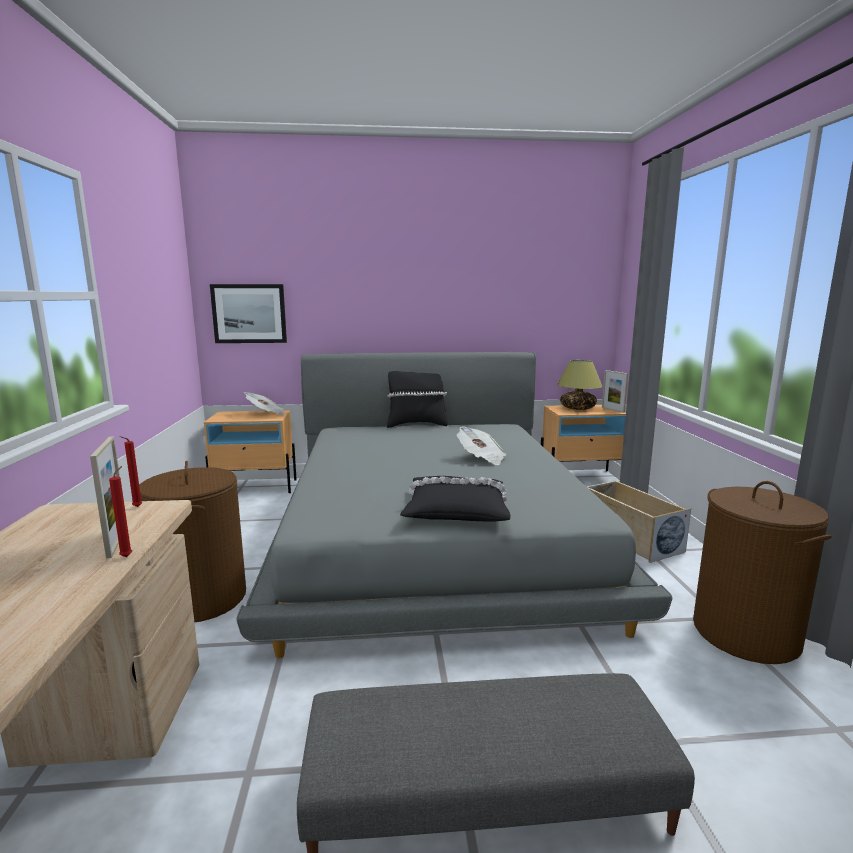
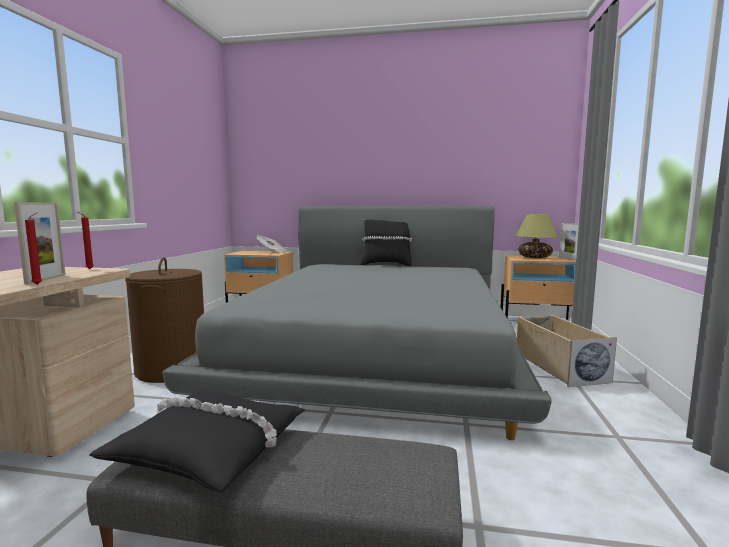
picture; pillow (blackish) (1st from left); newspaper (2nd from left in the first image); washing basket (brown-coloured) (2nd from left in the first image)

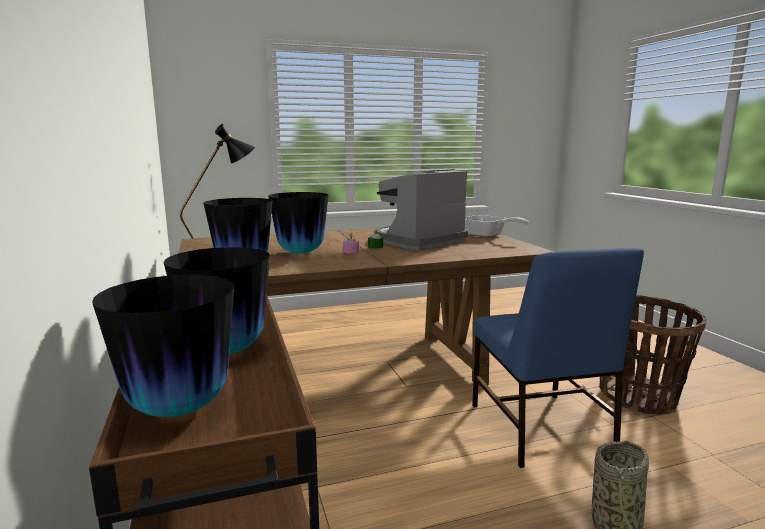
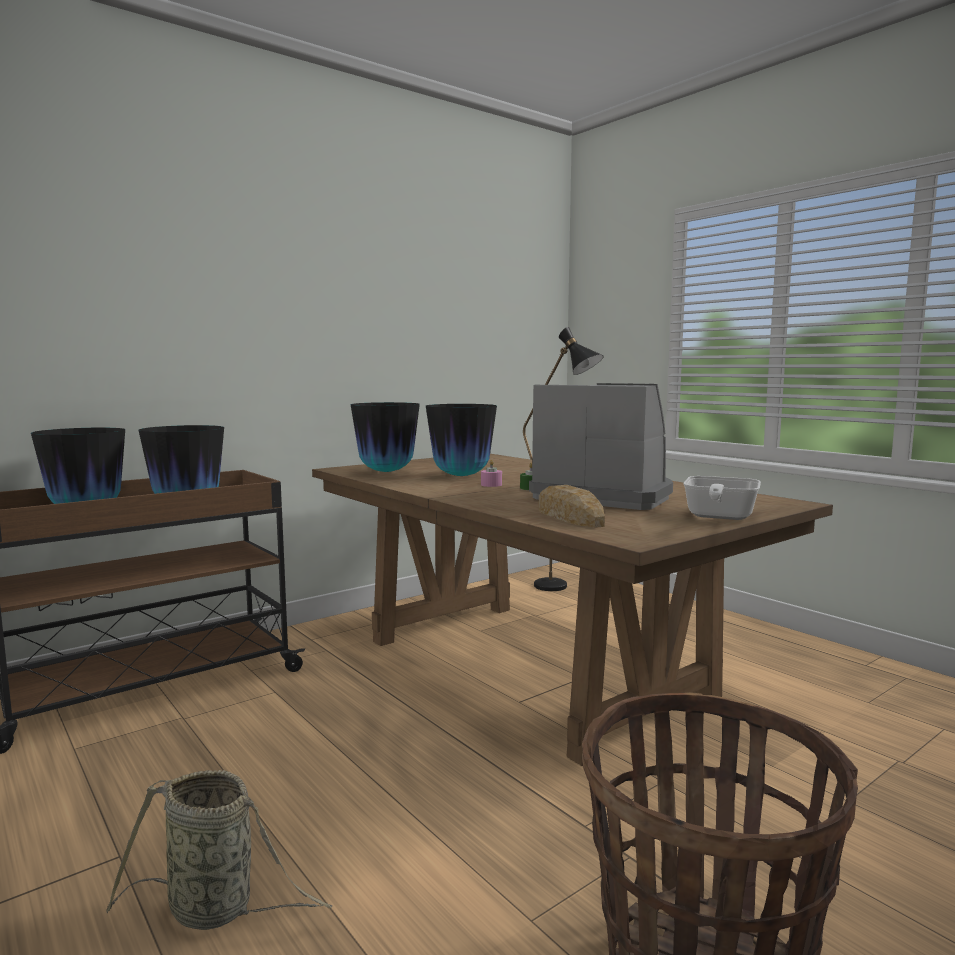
chair (blue-coloured); bakery bread

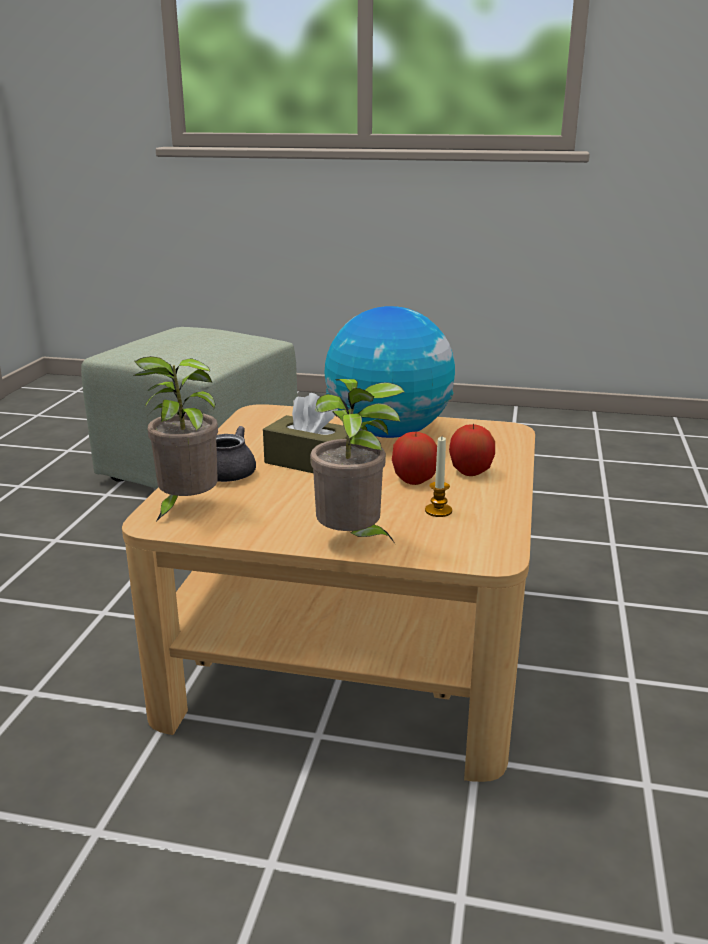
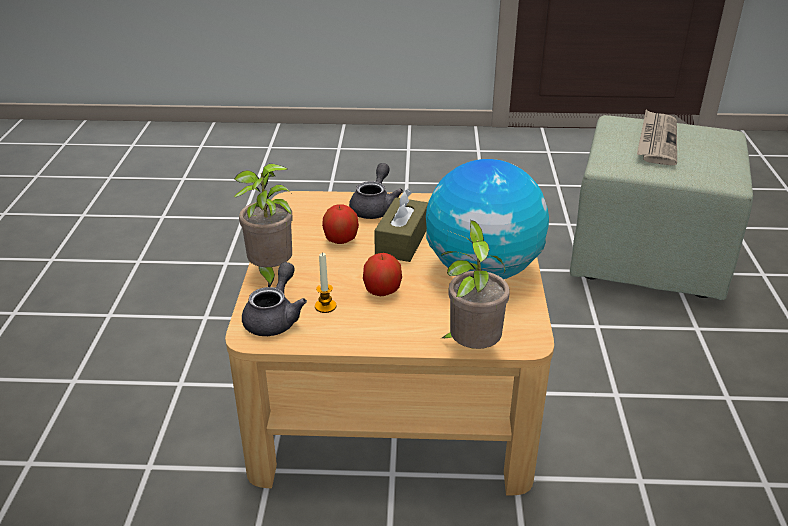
houseplant (2nd from left); whole apple (1st from left); pot for tea (greyish) (1st from left); newspaper

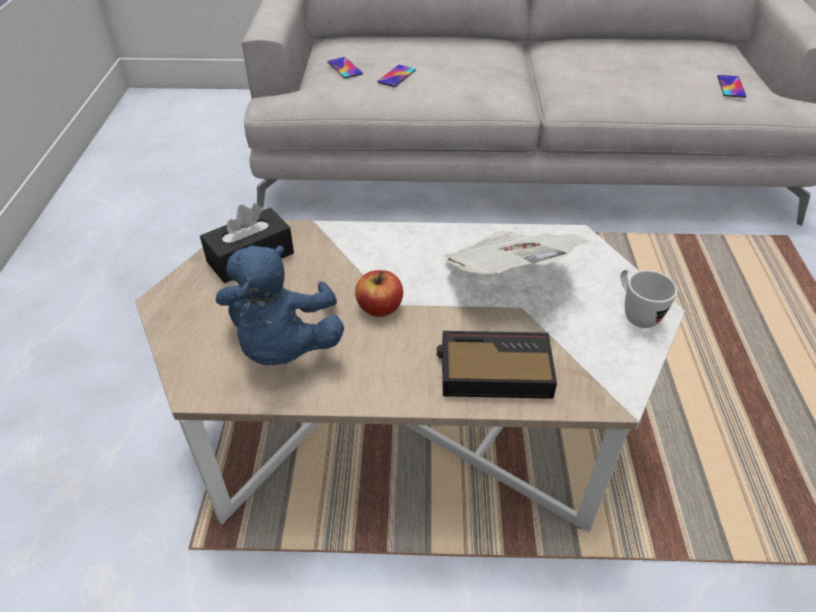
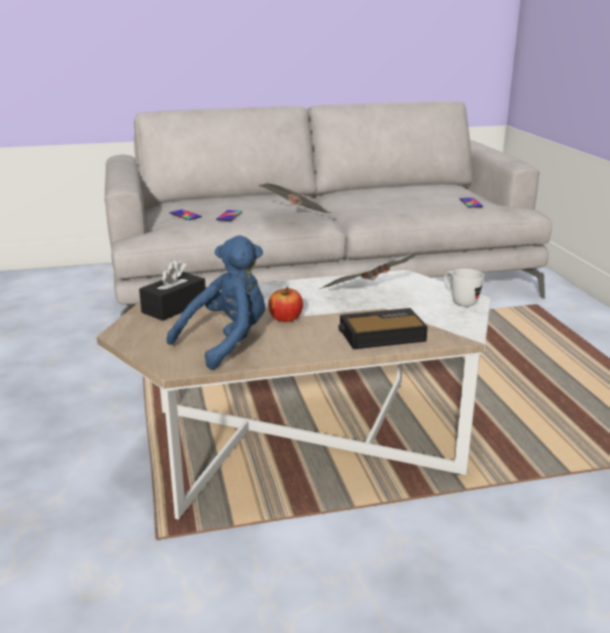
cuddly toy (blue-coloured); newspaper (1st from left)

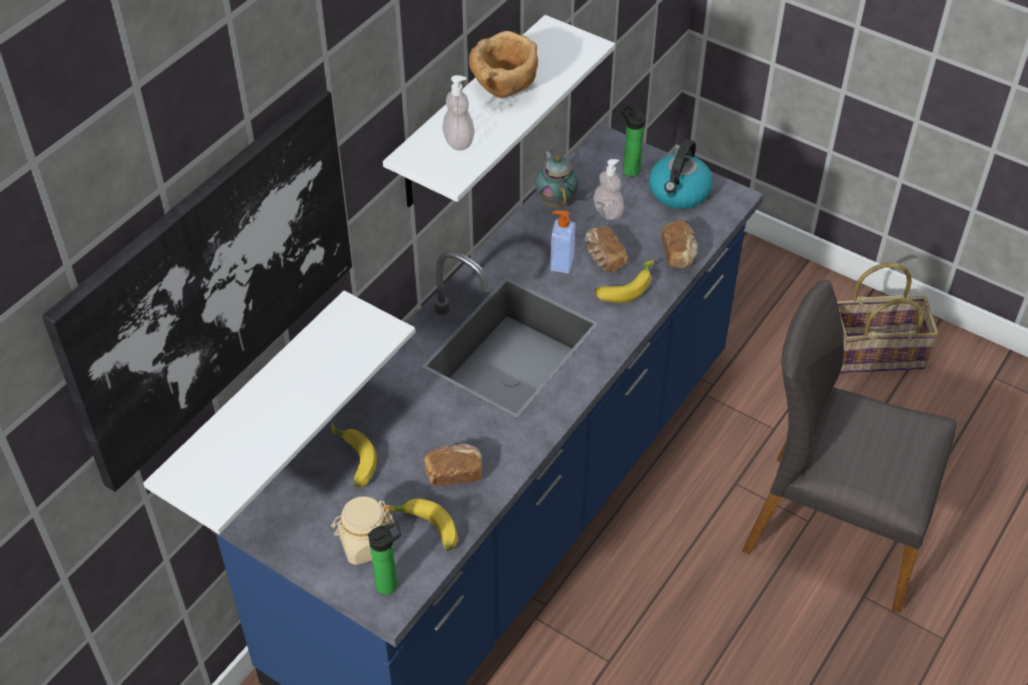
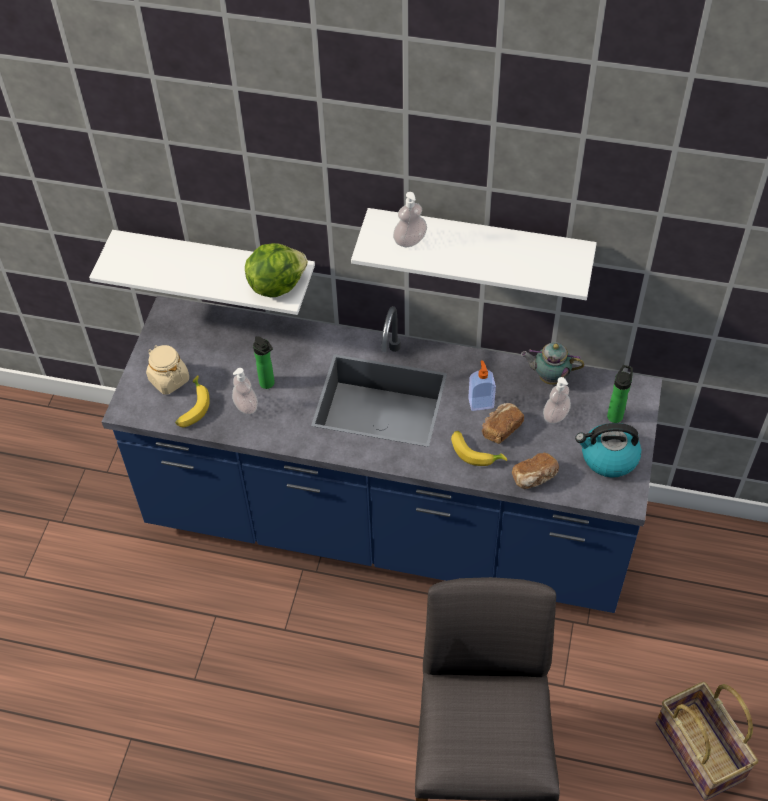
picture; banana fruit (1st from left in the first image); bottle (1st from left); soap dispenser (1st from left); bowl (brown-coloured); pot for tea; lettuce head

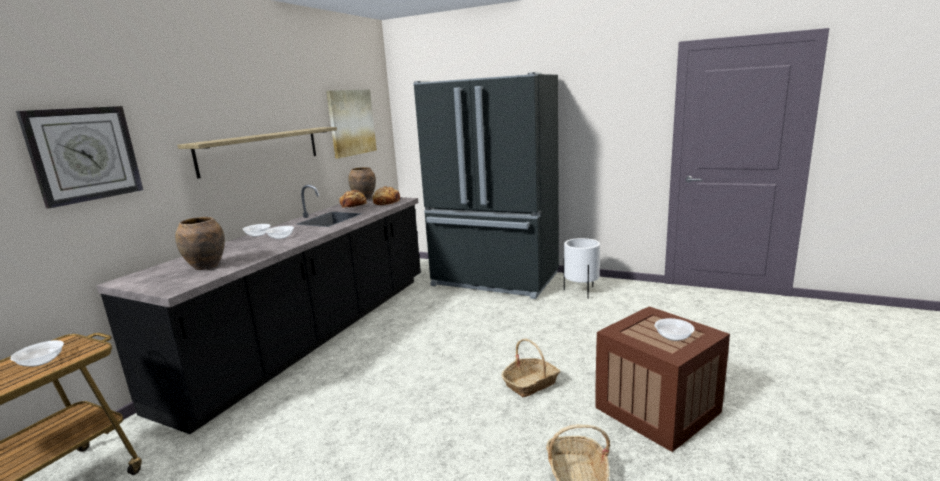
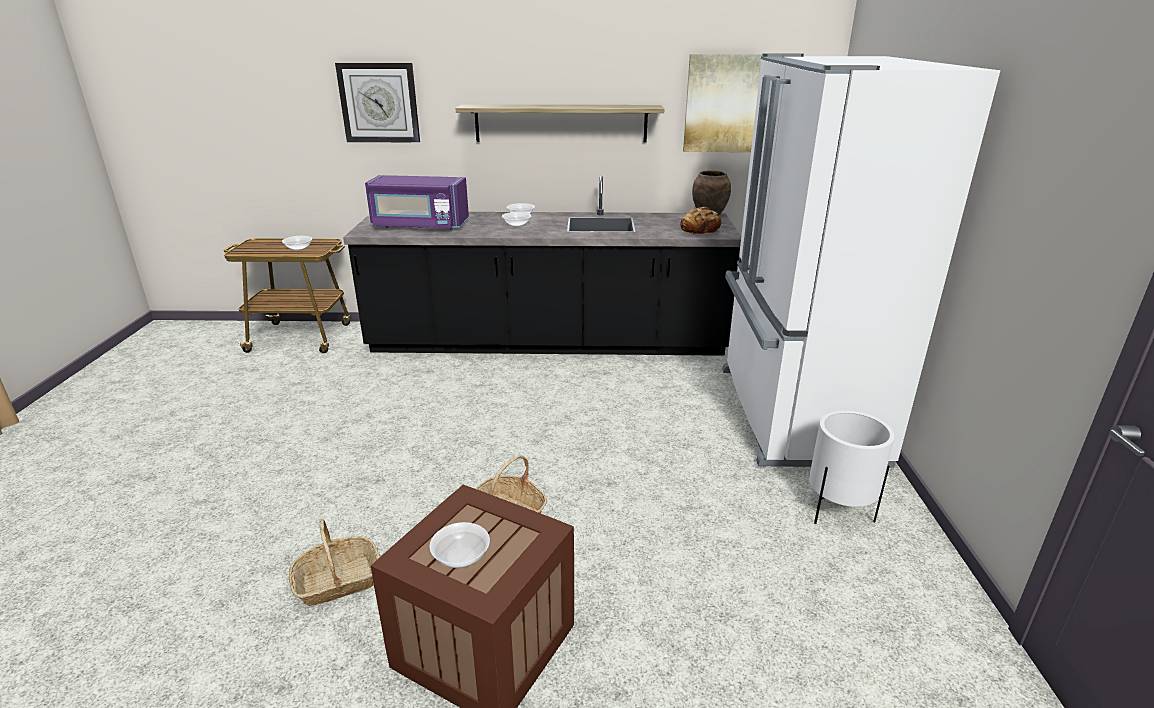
microwave (purplish); bakery bread (1st from left in the first image); fridge (white)

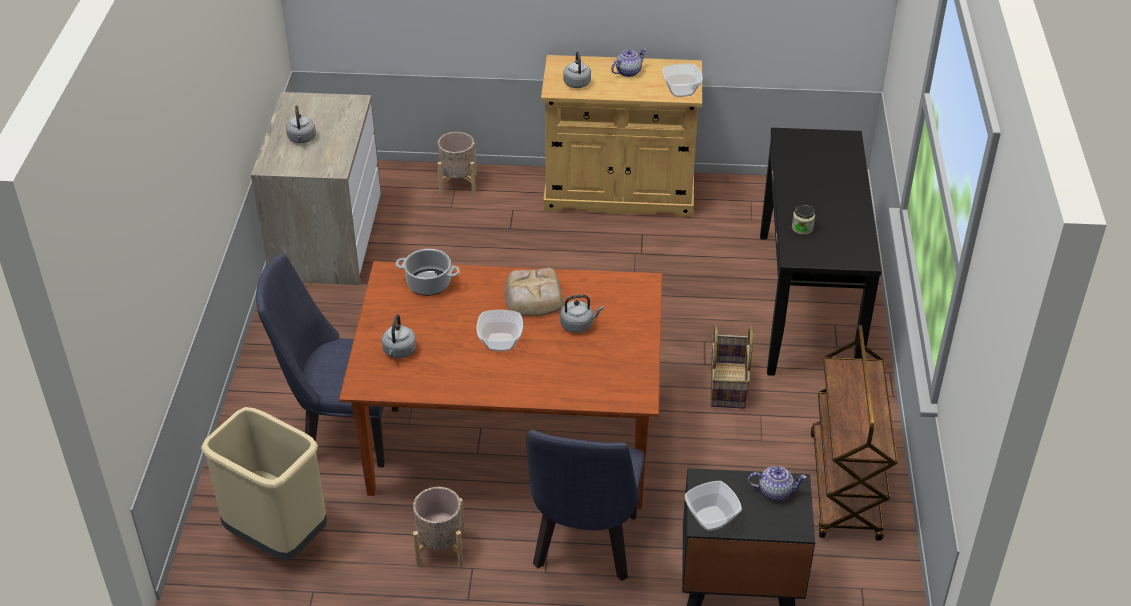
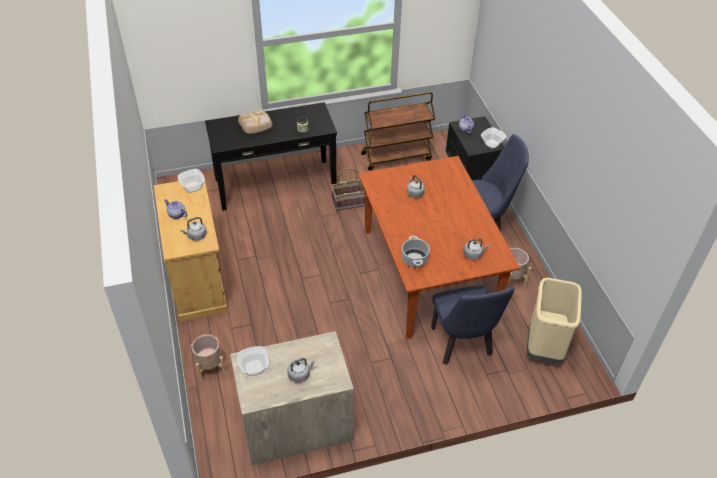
bowl (2nd from left); bakery bread

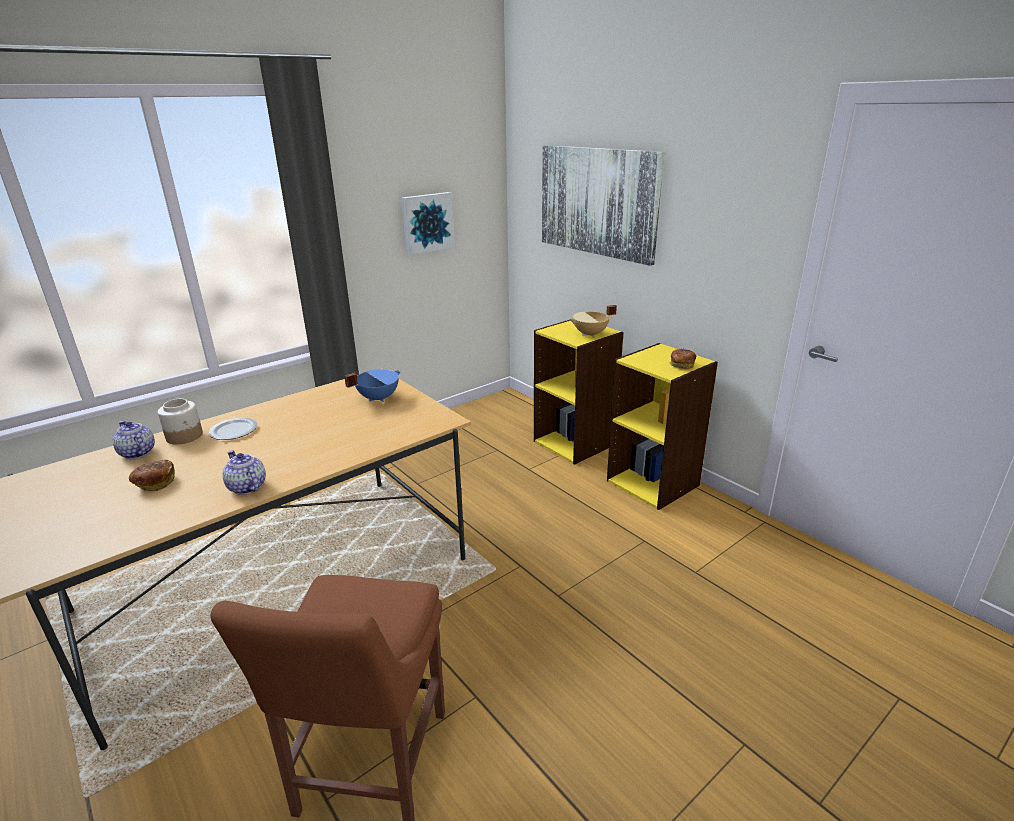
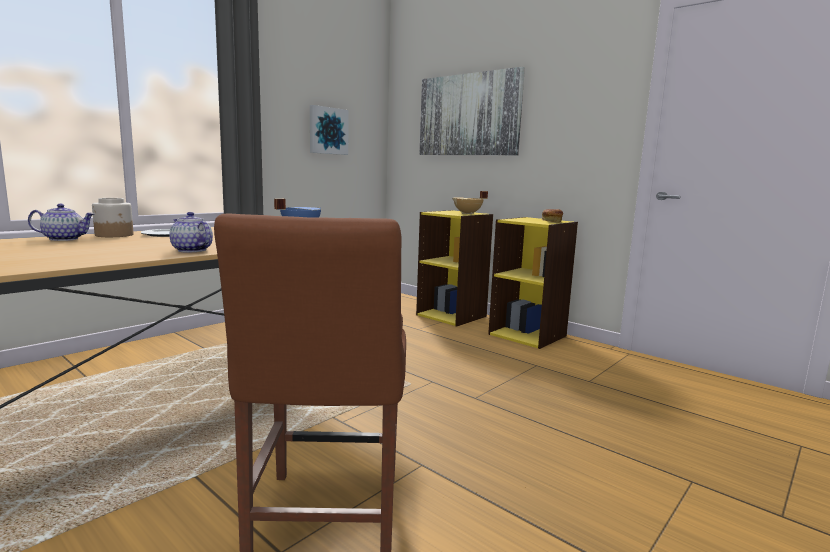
pot for tea (1st from left); bakery bread (1st from left in the first image)

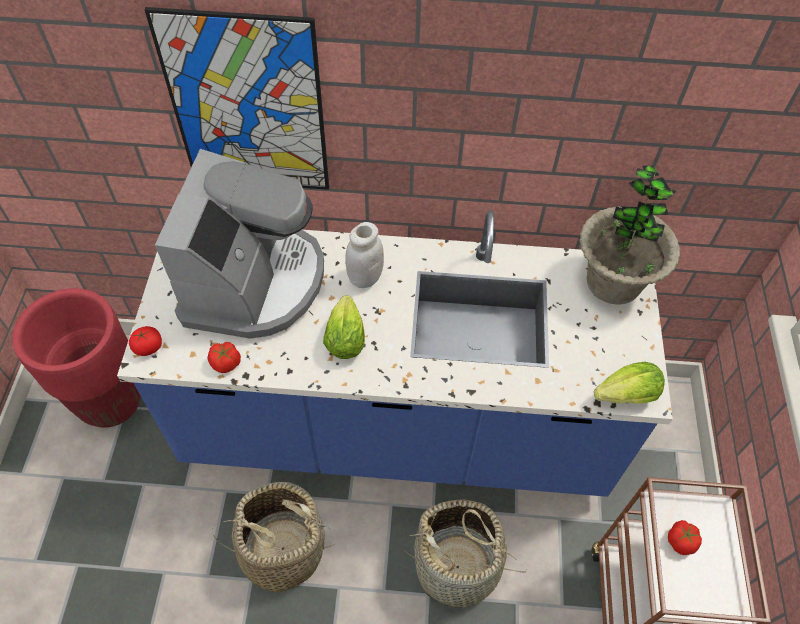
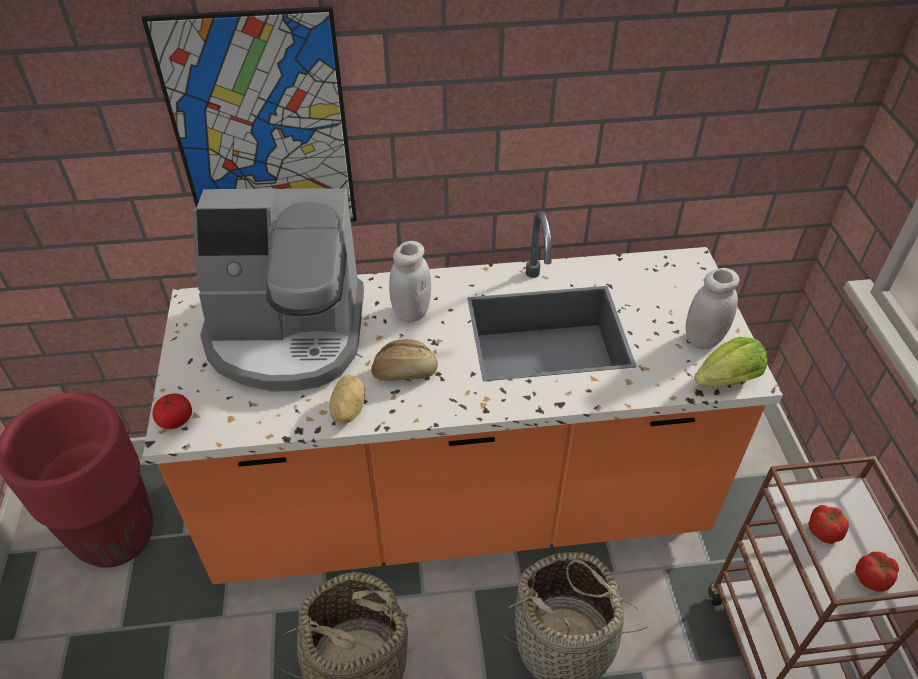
counter (orangey); coffee maker; fresh tomato (3rd from left); bakery bread; houseplant; potato; preserve jar (white) (2nd from left)

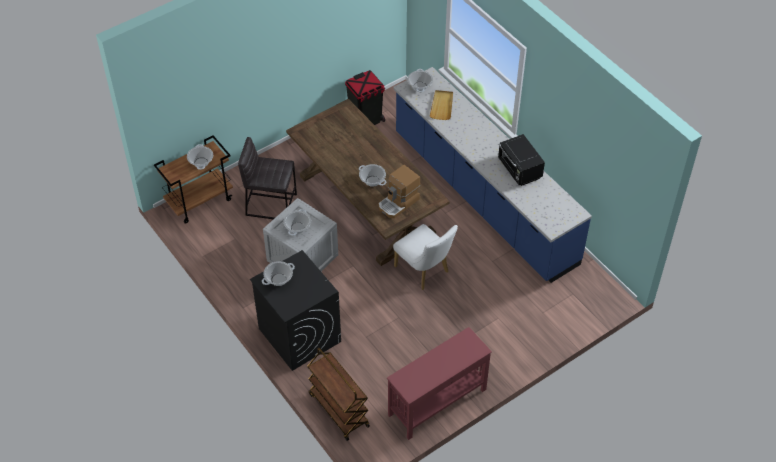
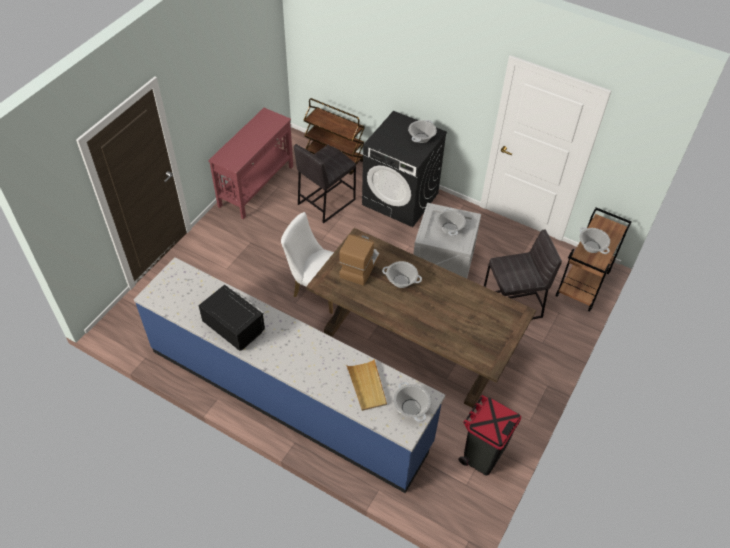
stool (greyish) (1st from left)

